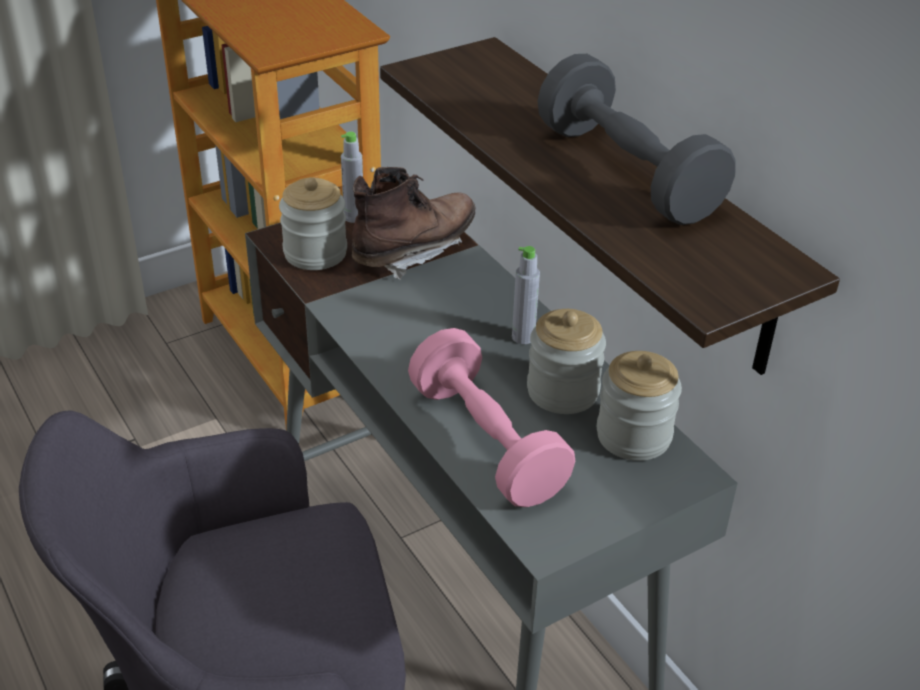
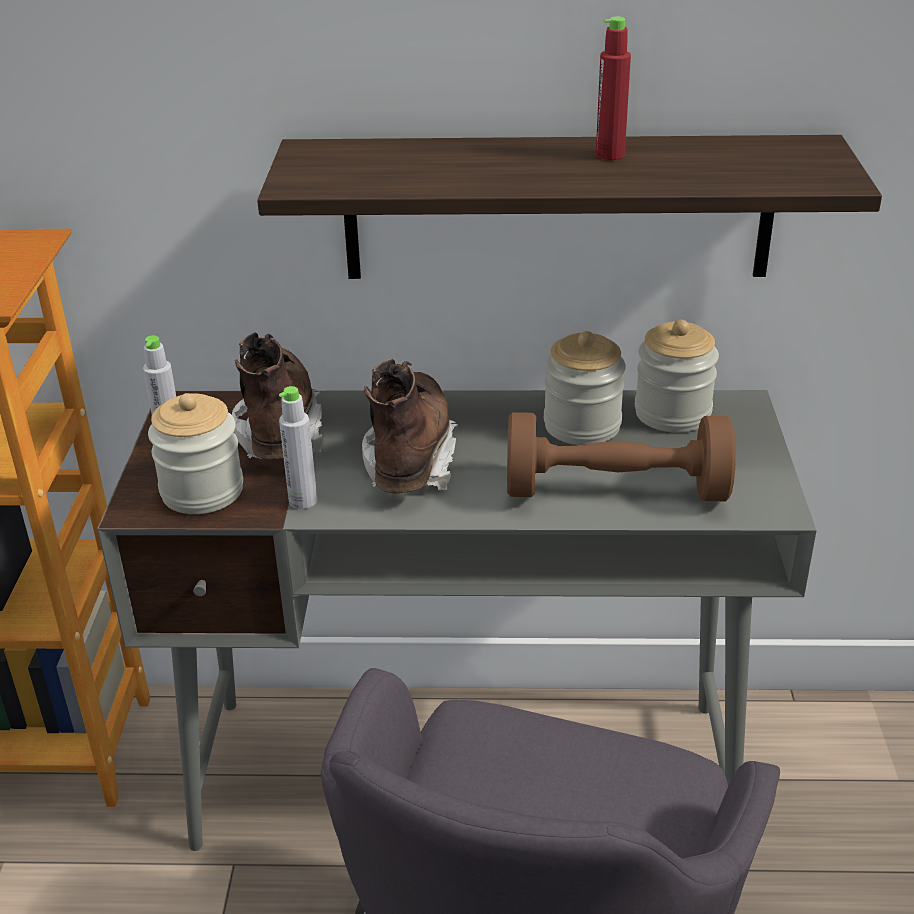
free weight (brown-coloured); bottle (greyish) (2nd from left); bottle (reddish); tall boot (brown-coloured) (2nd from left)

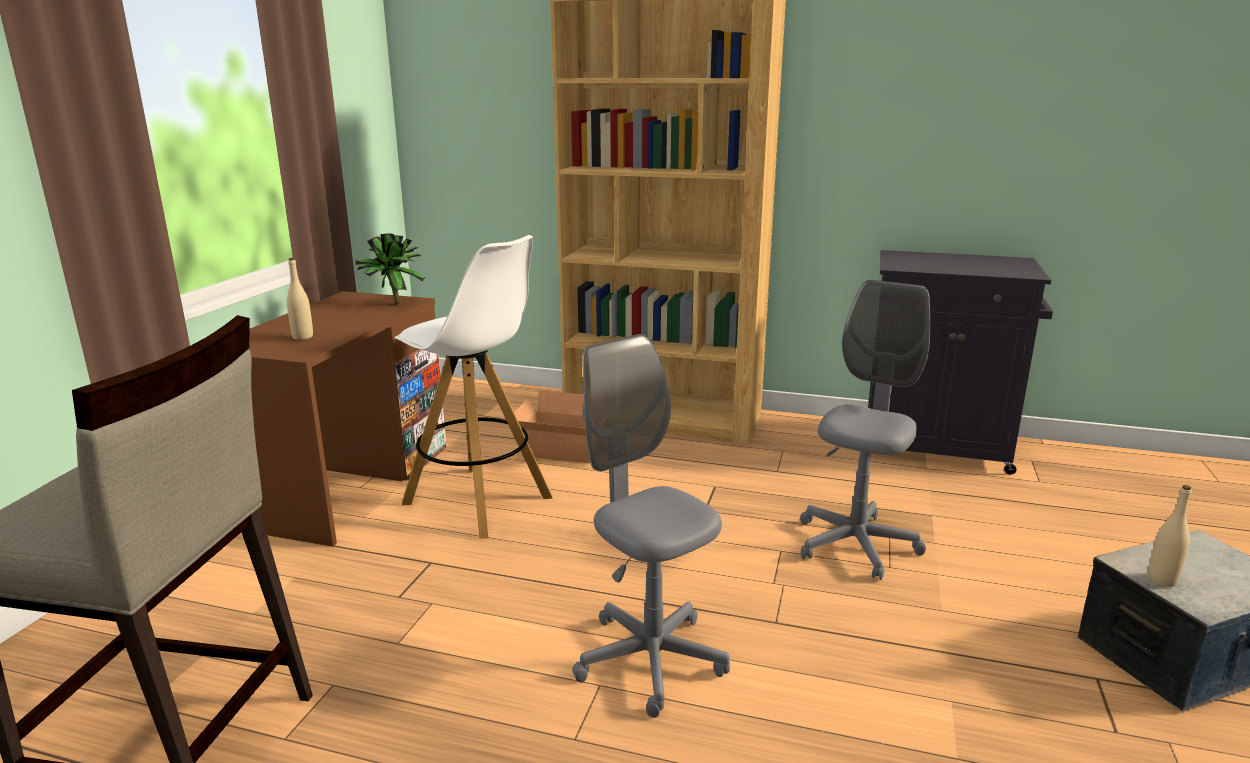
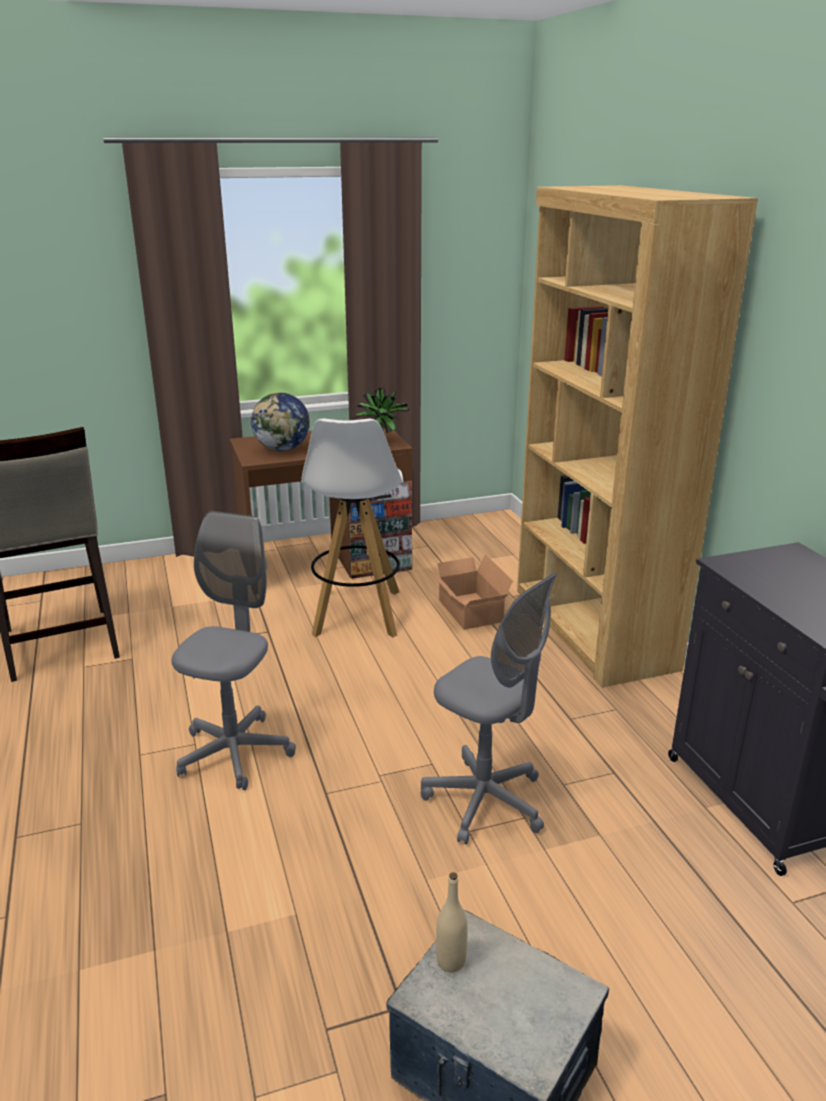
globe; office chair (greyish) (2nd from left)

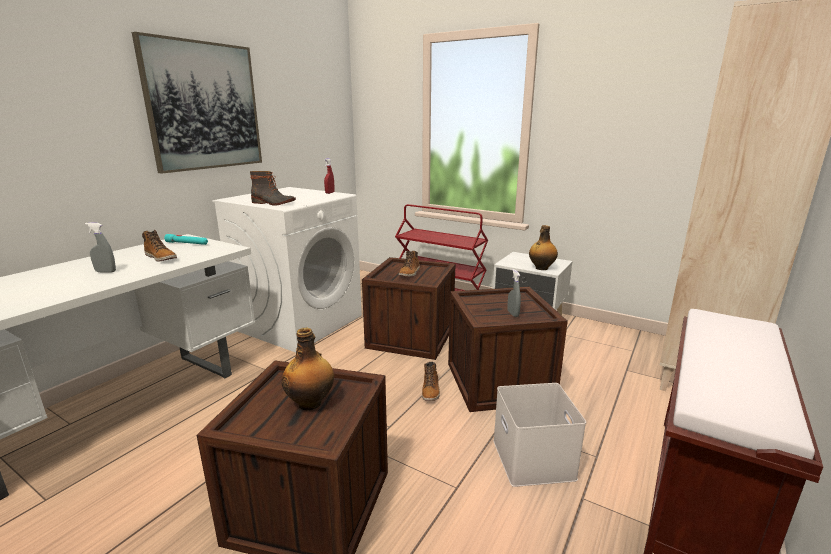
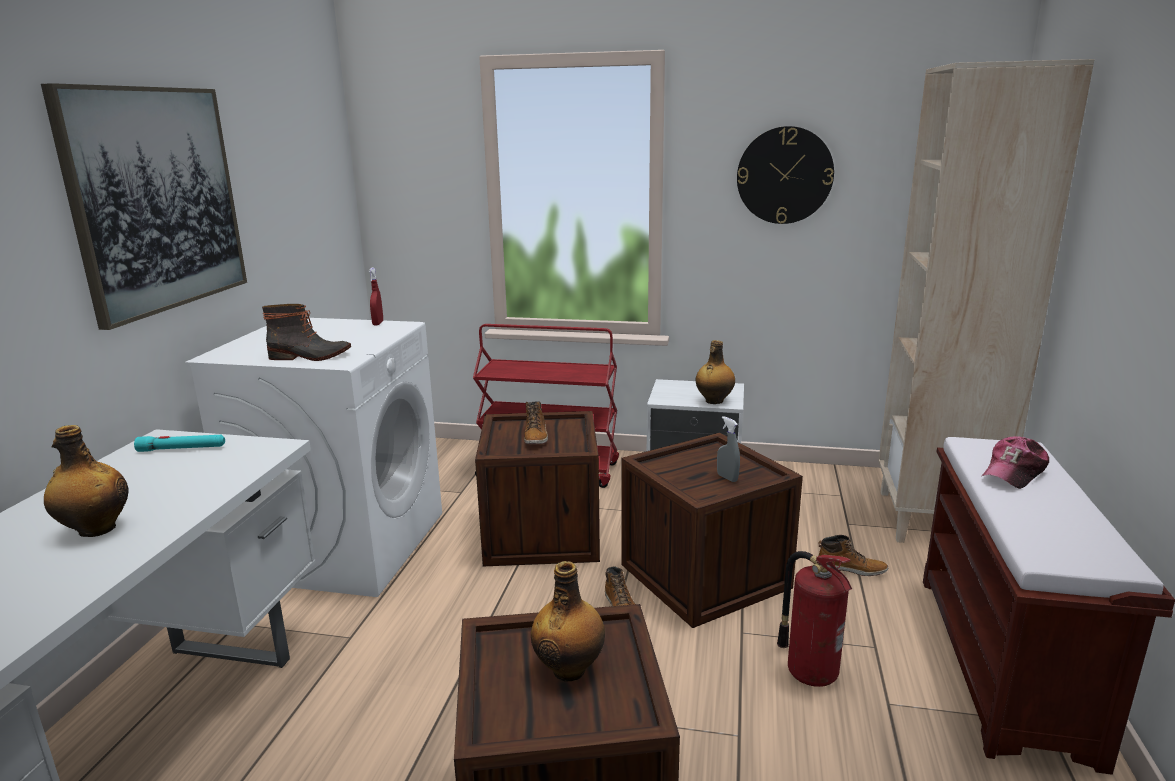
bottle (1st from left); tall boot (4th from left); fire-fighting cylinder; clock on the wall; peaked cap

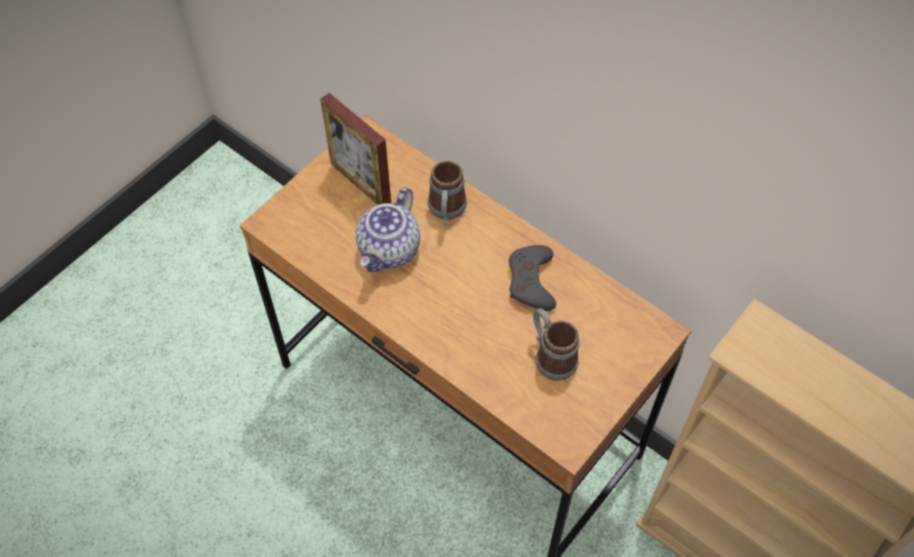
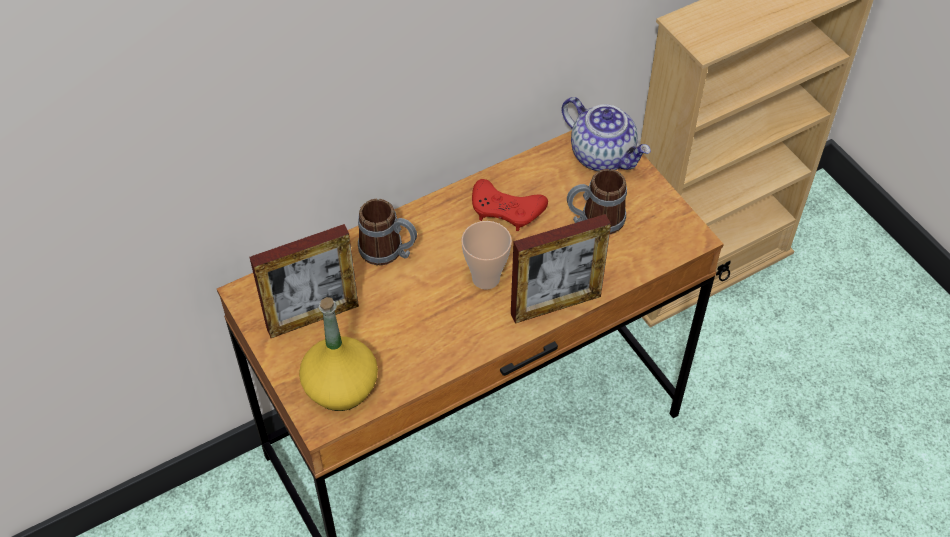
pot for tea; joypad (reddish); bottle (yellowish); drinking cup; photo frame (2nd from left)

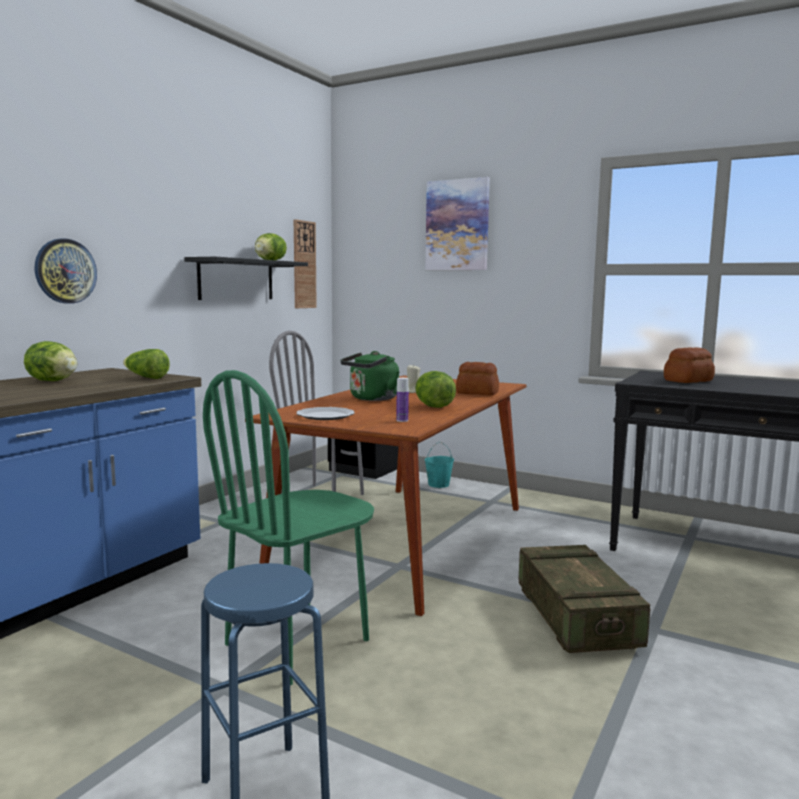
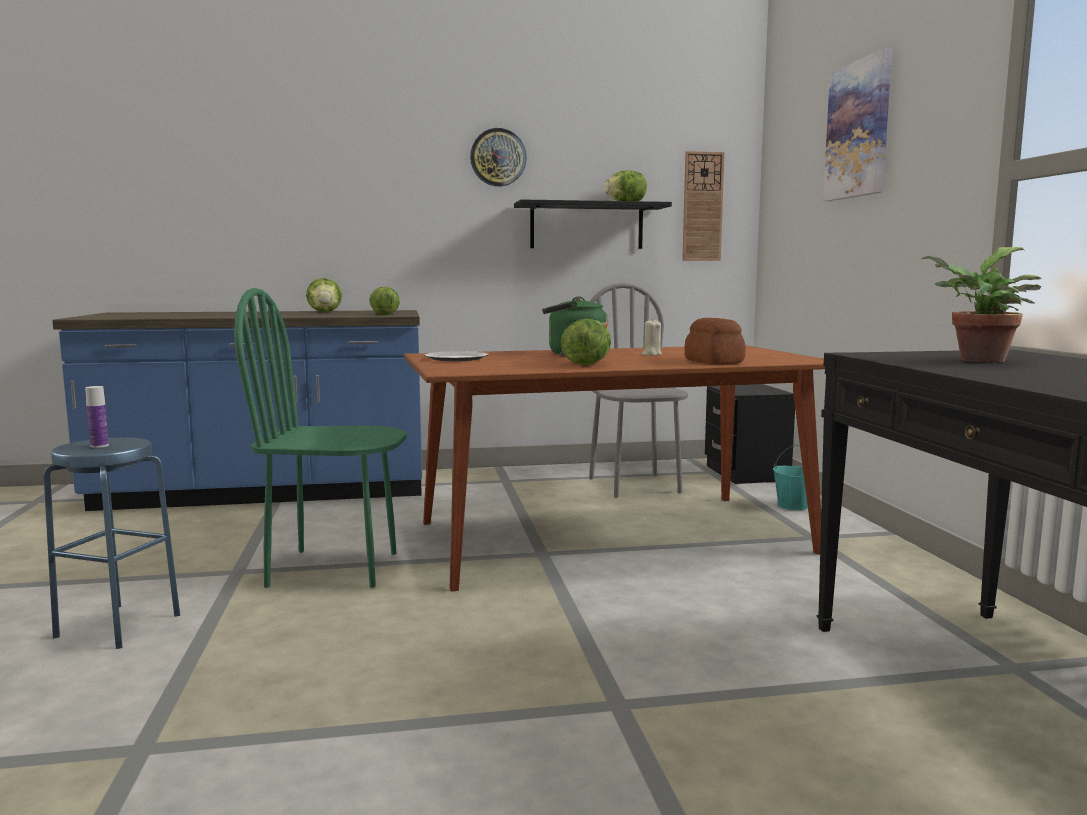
clock on the wall (1st from left); bottle; shipping crate; houseplant

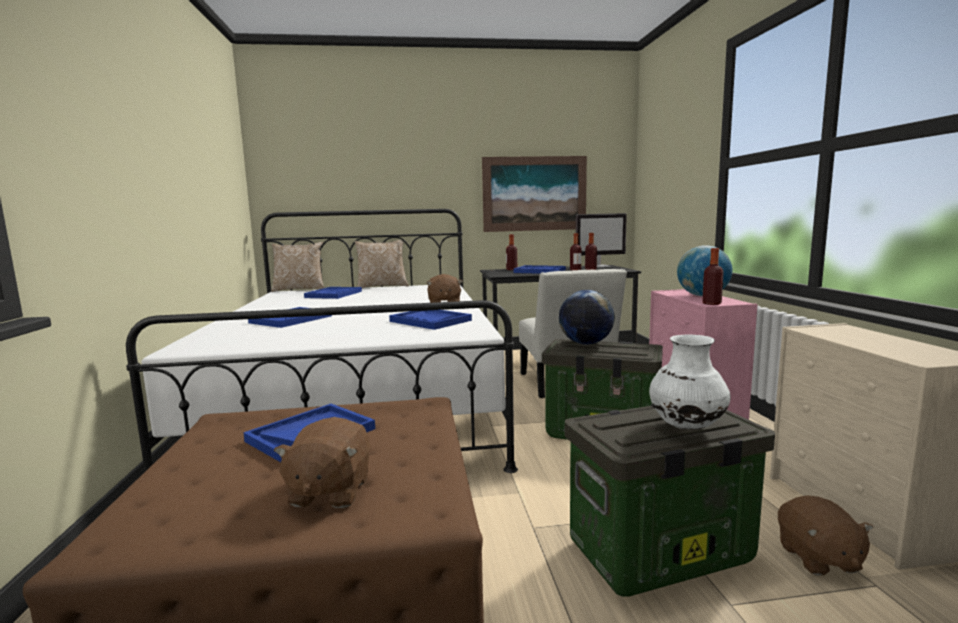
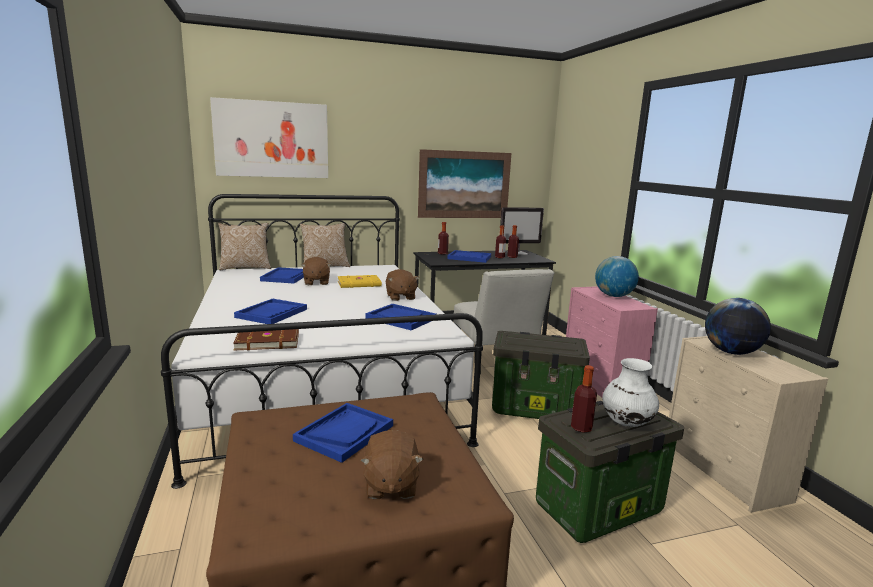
globe (2nd from left); bottle (4th from left); cuddly toy (brown-coloured) (1st from left); picture (1st from left); volume (brown-coloured); volume (yellowish)

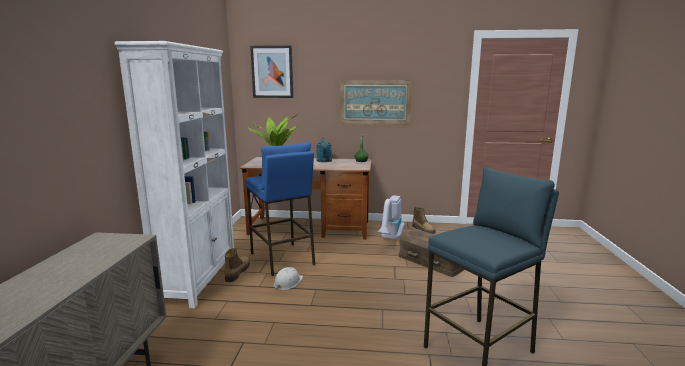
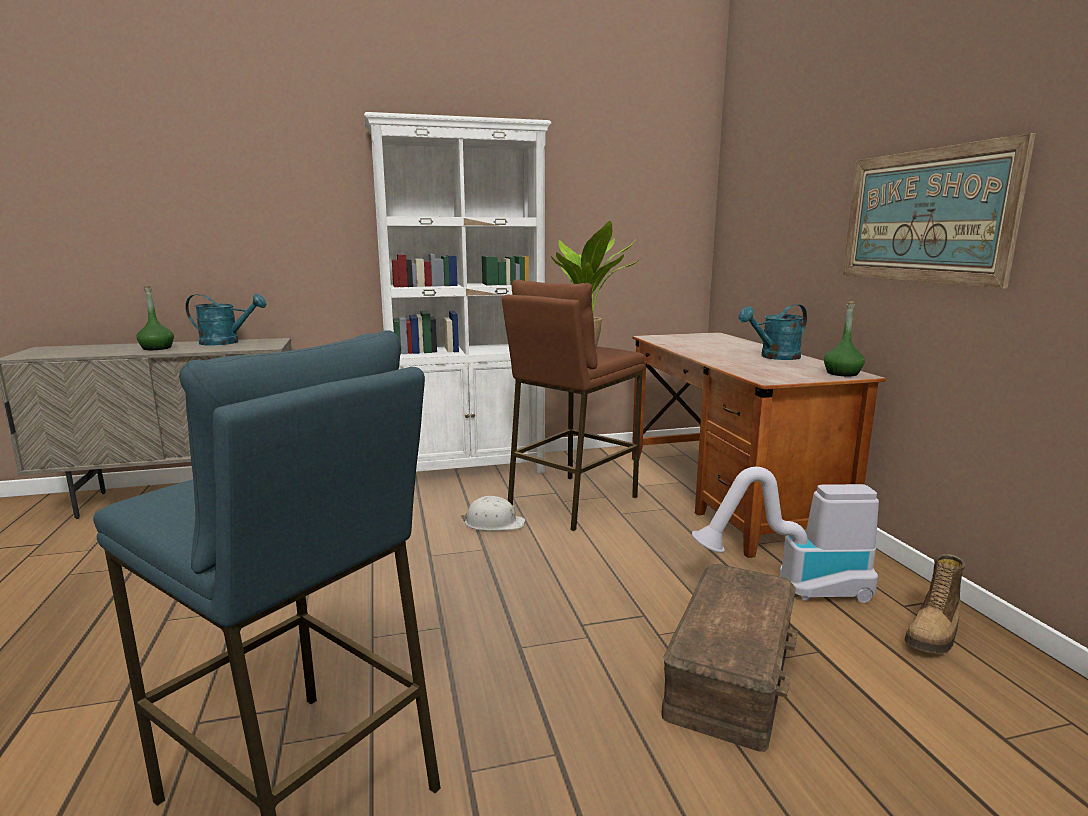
tall boot (1st from left in the first image); stool (brown-coloured); picture (1st from left in the first image); bottle (greenish) (1st from left); watering pot (turquoise-coloured) (1st from left)

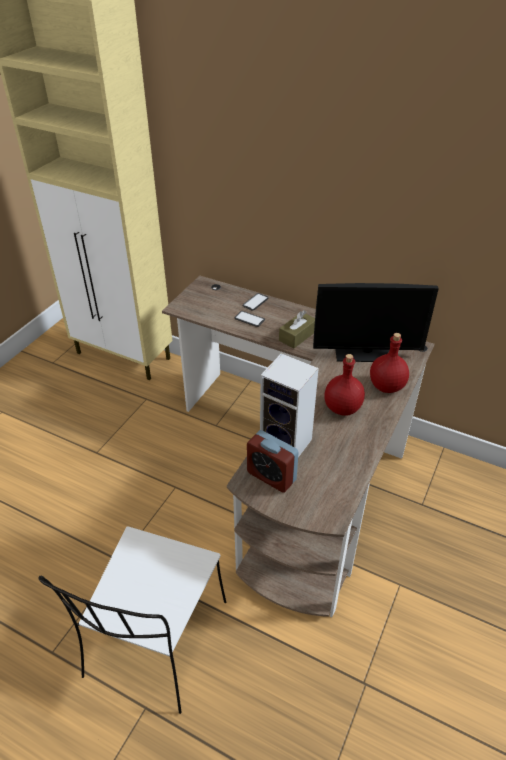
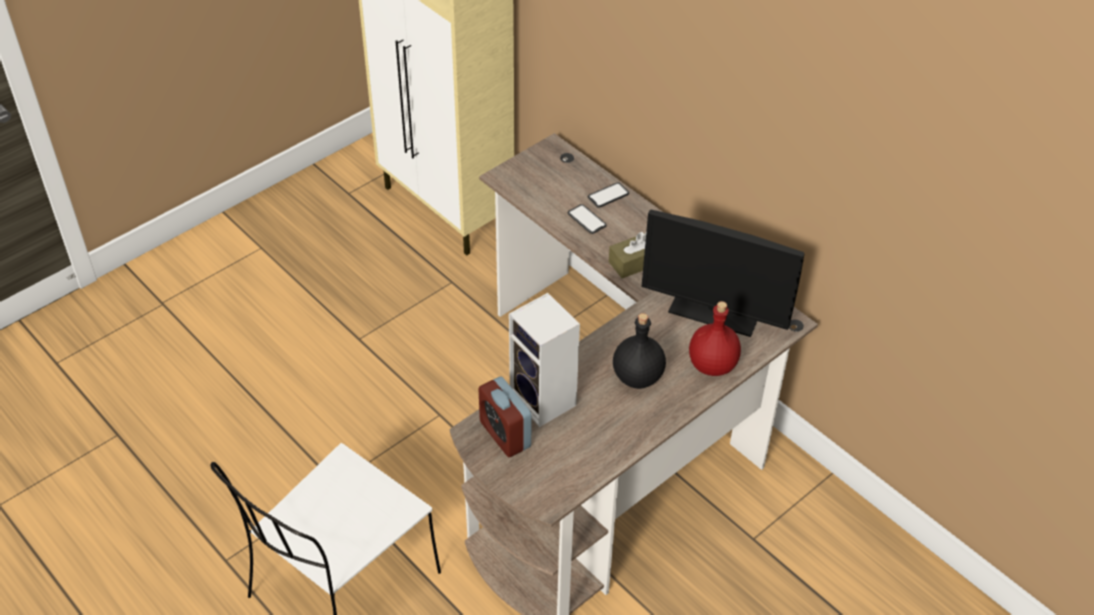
bottle (blackish)

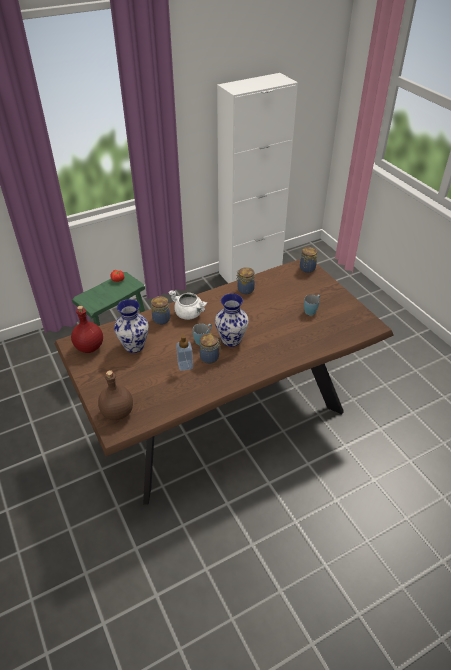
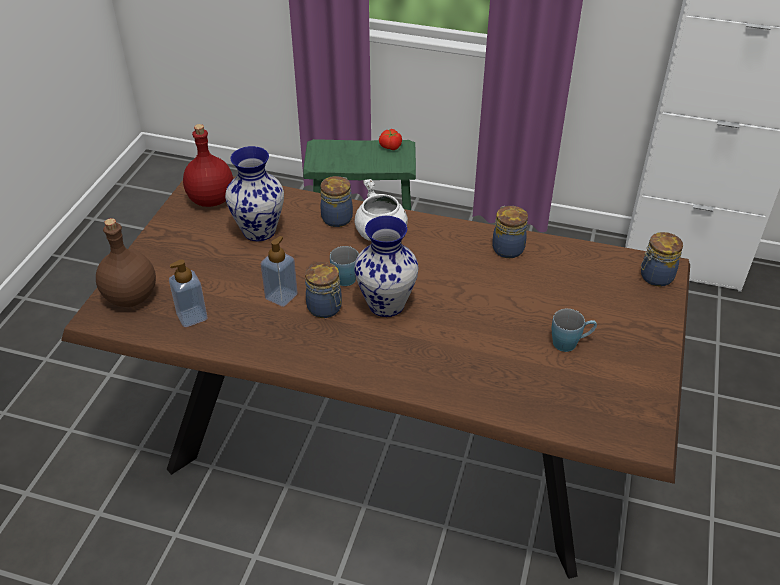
soap dispenser (1st from left)

